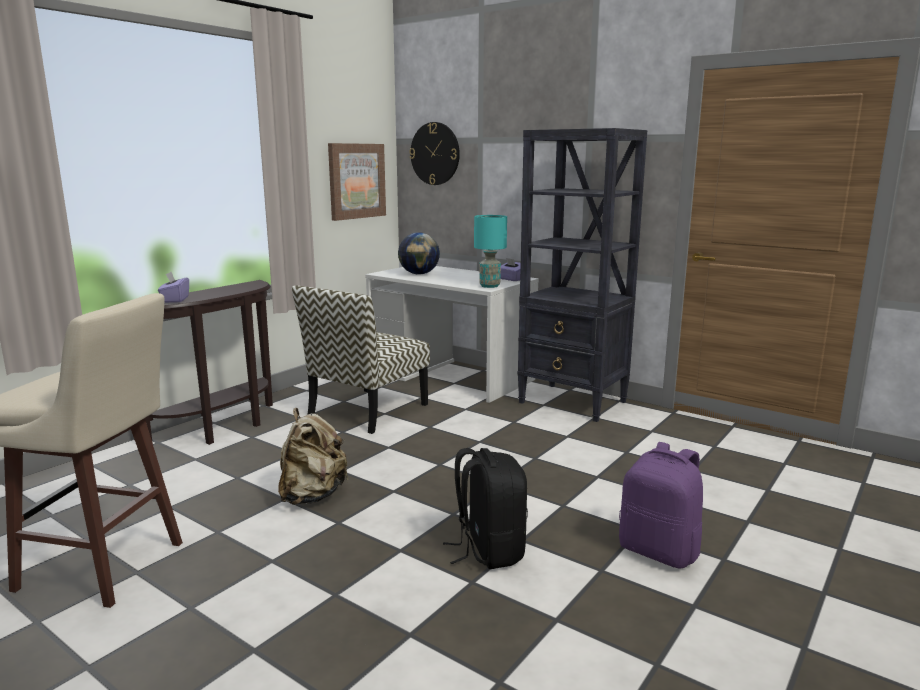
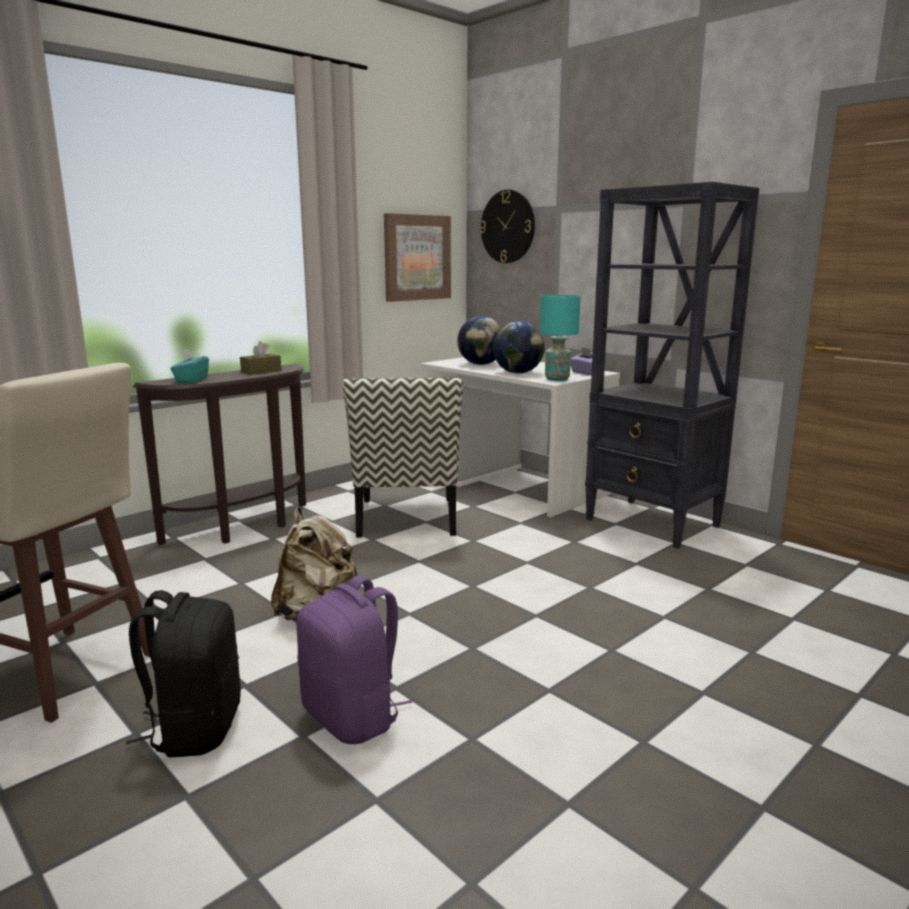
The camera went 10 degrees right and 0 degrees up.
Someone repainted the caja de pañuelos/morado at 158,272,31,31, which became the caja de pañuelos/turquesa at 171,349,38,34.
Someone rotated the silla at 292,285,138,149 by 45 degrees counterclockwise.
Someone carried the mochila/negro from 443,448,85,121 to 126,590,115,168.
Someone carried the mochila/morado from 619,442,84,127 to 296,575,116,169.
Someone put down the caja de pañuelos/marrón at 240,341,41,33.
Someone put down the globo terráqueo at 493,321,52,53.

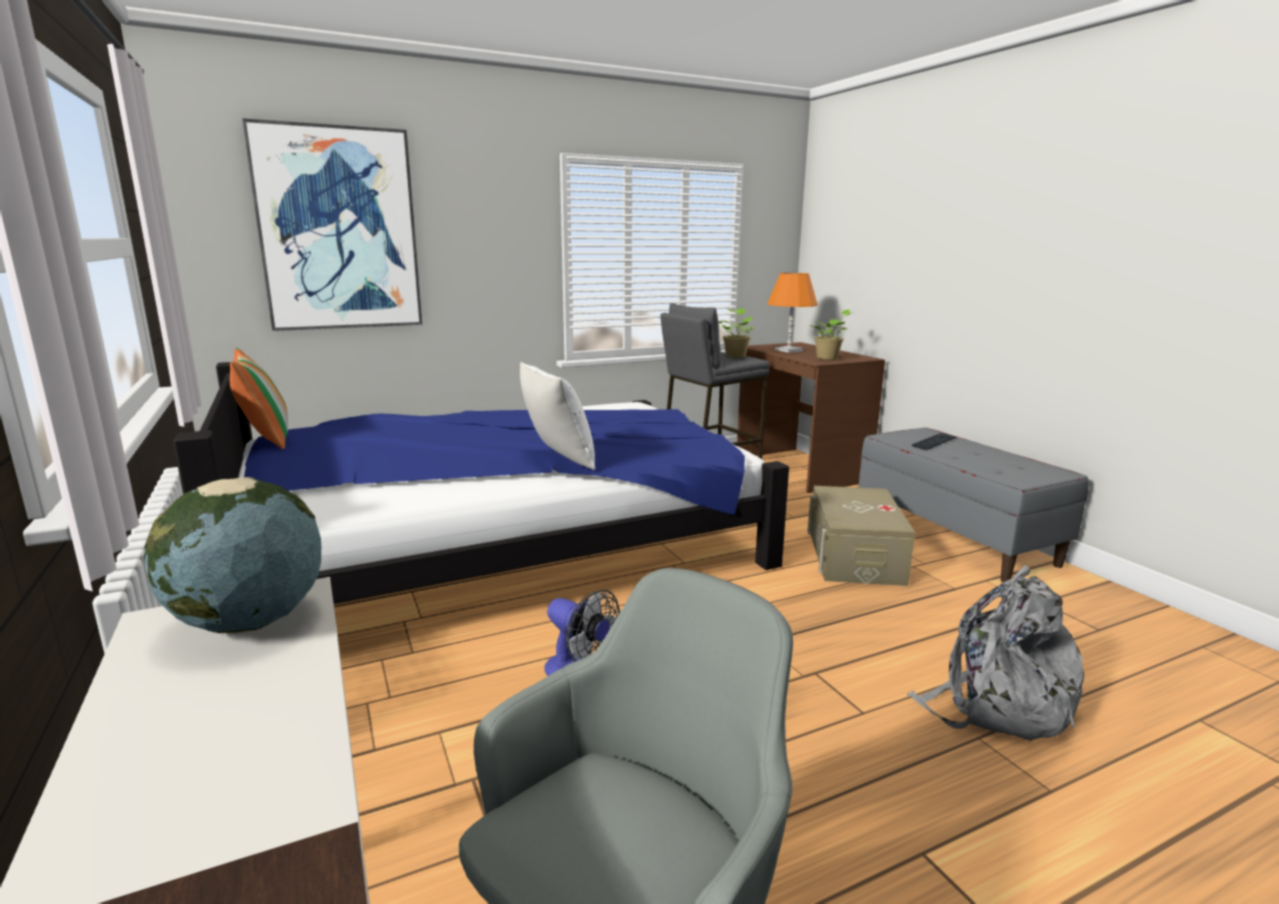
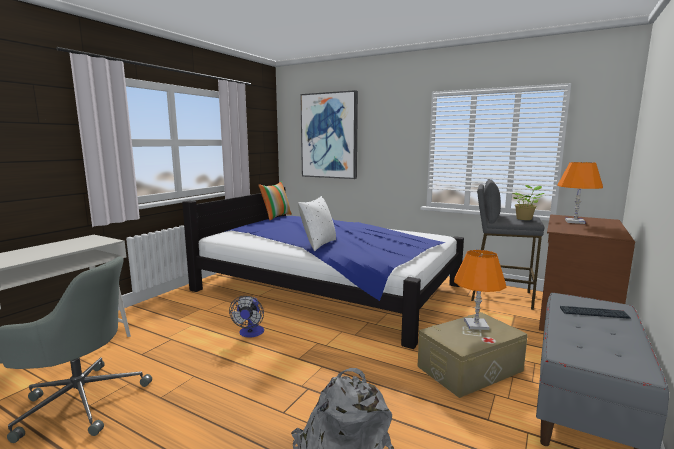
The camera went 55 degrees right and 5 degrees down.
Someone took away the globo terráqueo at 144,477,177,157.
Someone took away the planta en maceta at 809,310,43,50.
Someone put down the lámpara de mesa/naranja at 454,250,52,80.

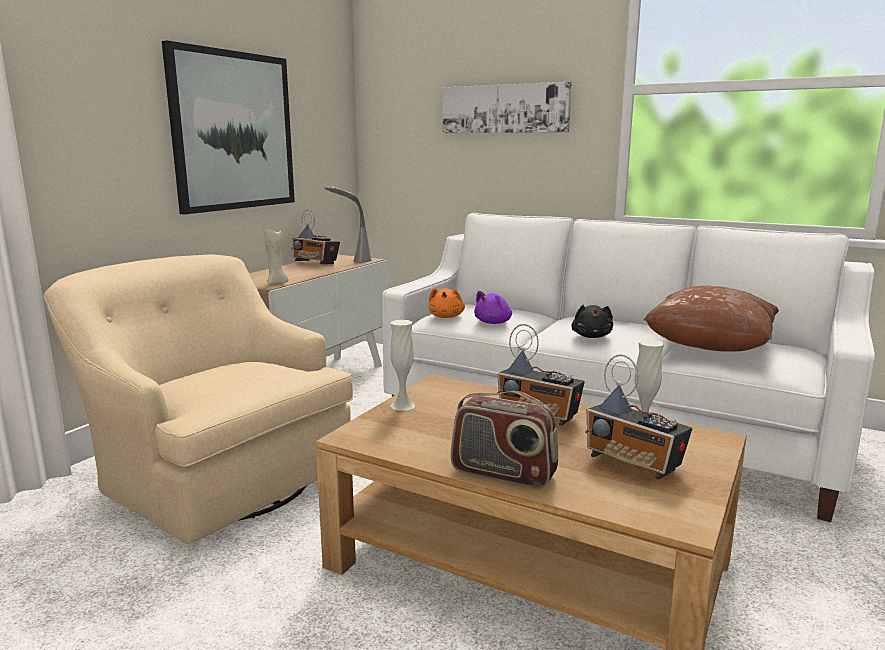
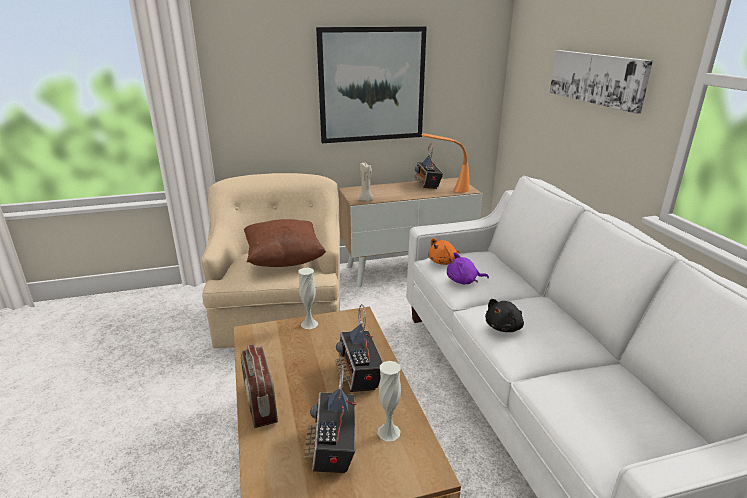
The camera went 45 degrees right and 10 degrees up.
Someone repainted the lámpara de mesa/gris at 325,186,46,77, which became the lámpara de mesa/naranja at 421,133,49,60.
Someone carried the cojín/marrón from 644,286,135,66 to 244,219,82,48.

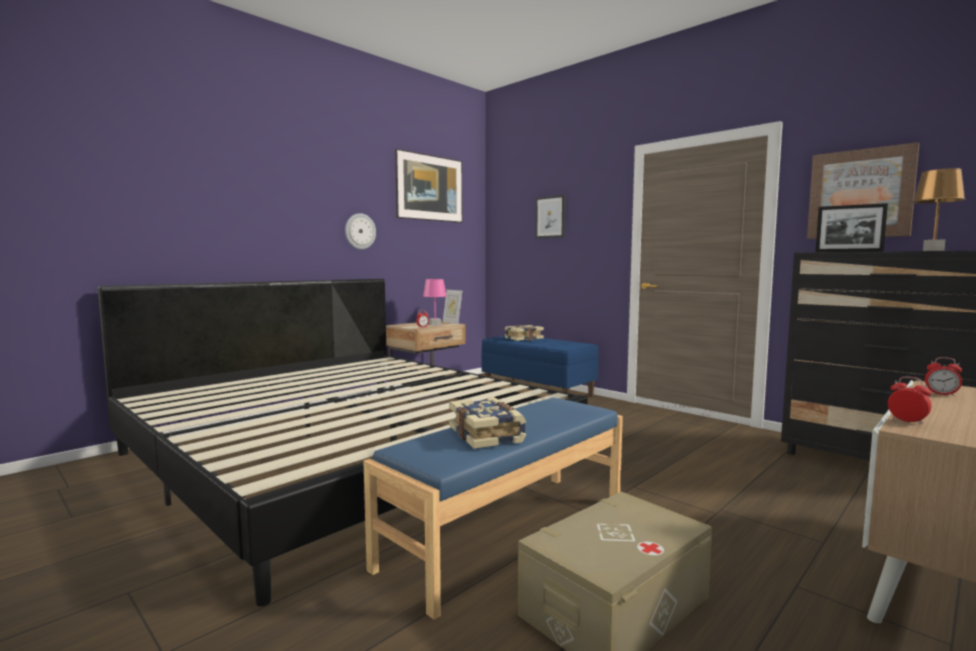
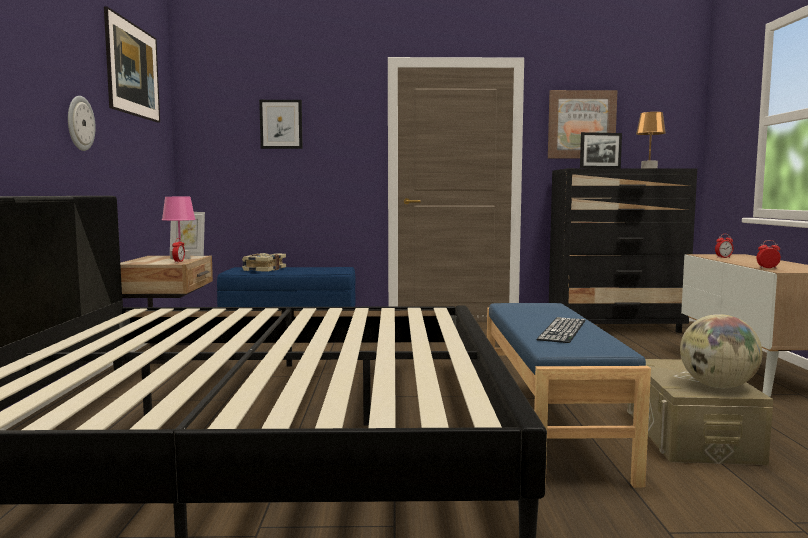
The camera went 45 degrees left and 0 degrees up.
Someone swapped the libro at 449,397,77,52 for the teclado at 537,317,49,26.
Someone put down the globo terráqueo at 680,314,82,74.

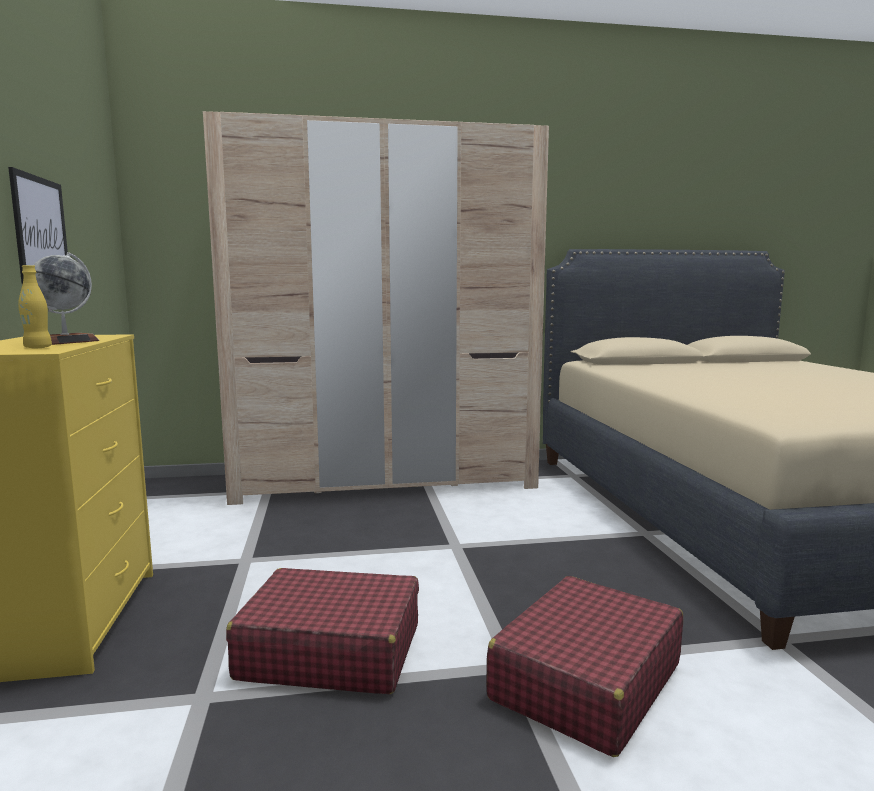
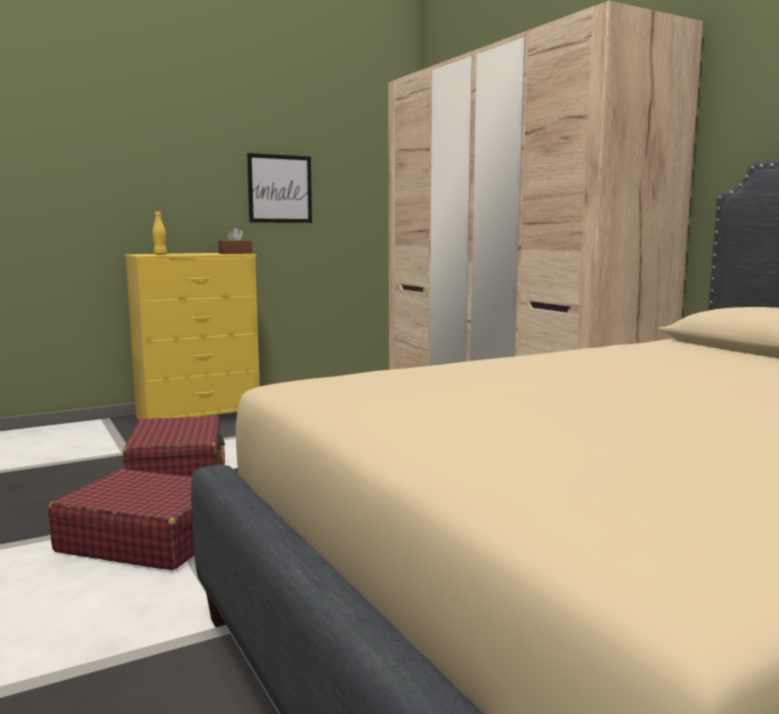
The camera went 70 degrees right and 0 degrees up.
Someone took away the globo terráqueo at 33,252,66,93.
Someone put down the caja de pañuelos/marrón at 218,228,34,26.

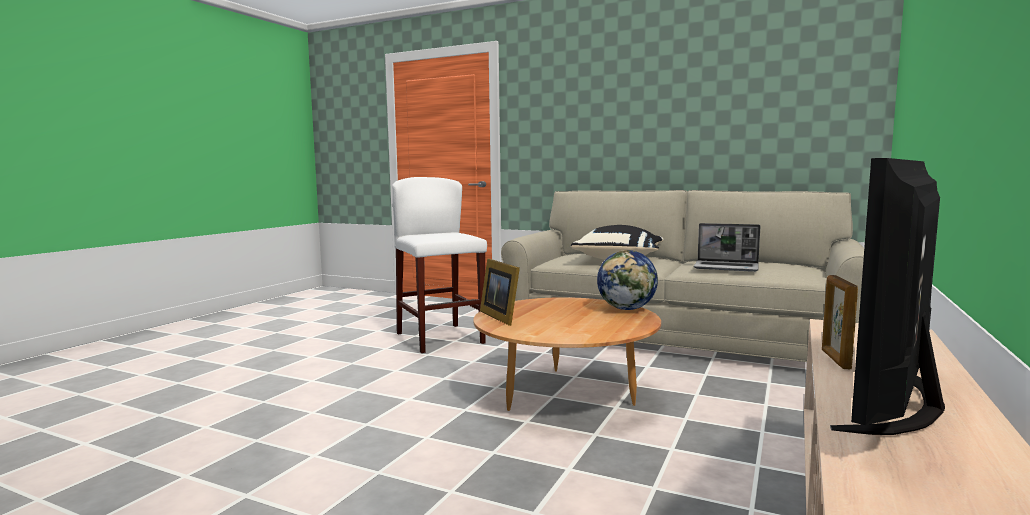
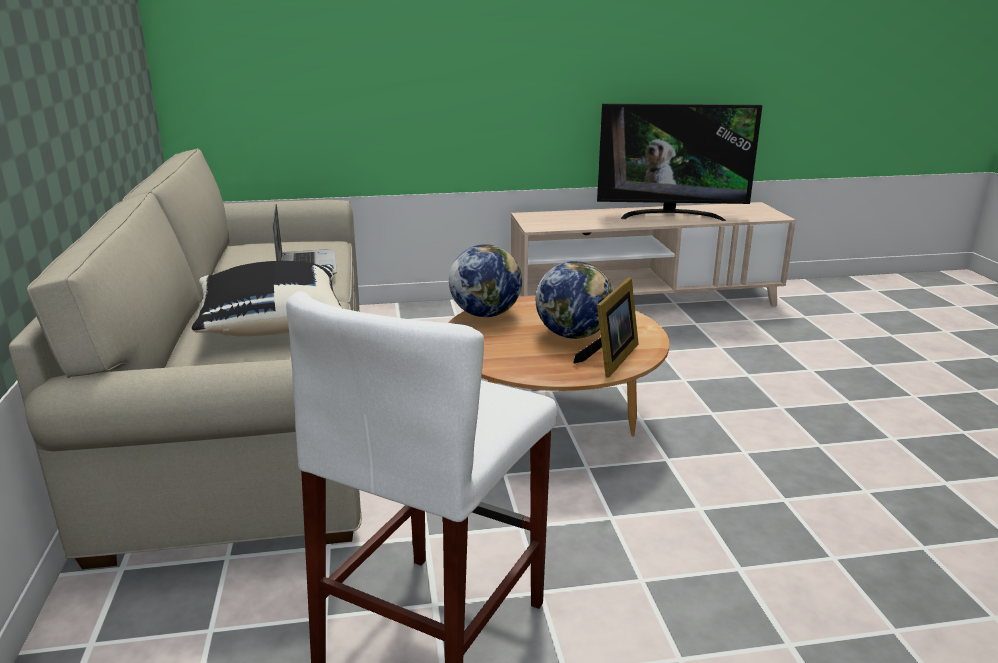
The camera went 125 degrees left and 15 degrees up.
Someone took away the portarretratos at 822,275,36,94.
Someone put down the globo terráqueo at 536,261,77,78.

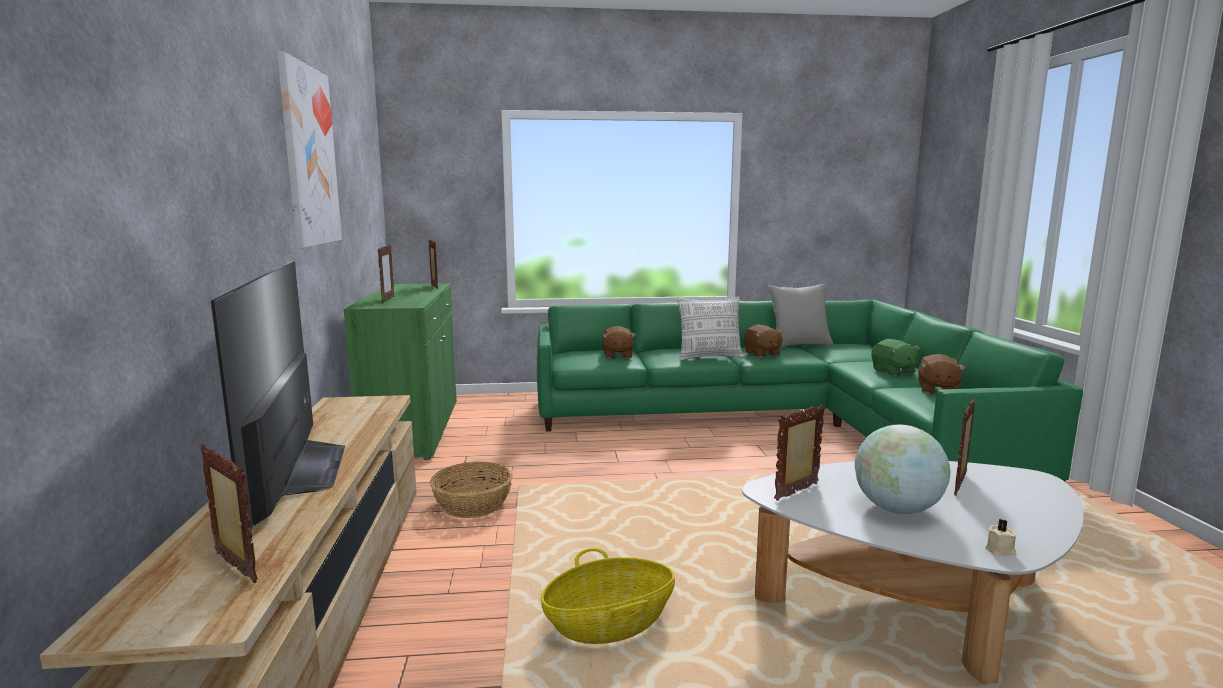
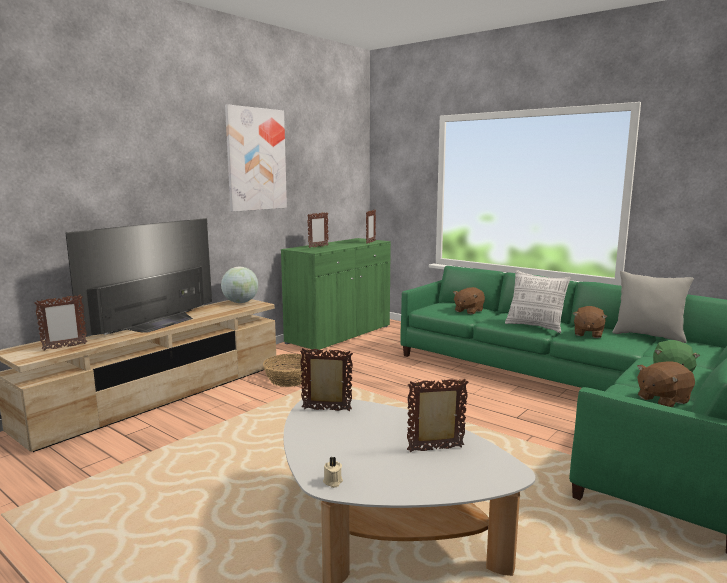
The camera went 45 degrees right and 0 degrees up.
Someone rotated the portarretratos at 200,444,58,139 by 60 degrees clockwise.
Someone took away the cesta at 541,548,134,96.
Someone carried the globo terráqueo from 855,425,95,89 to 221,267,37,36.

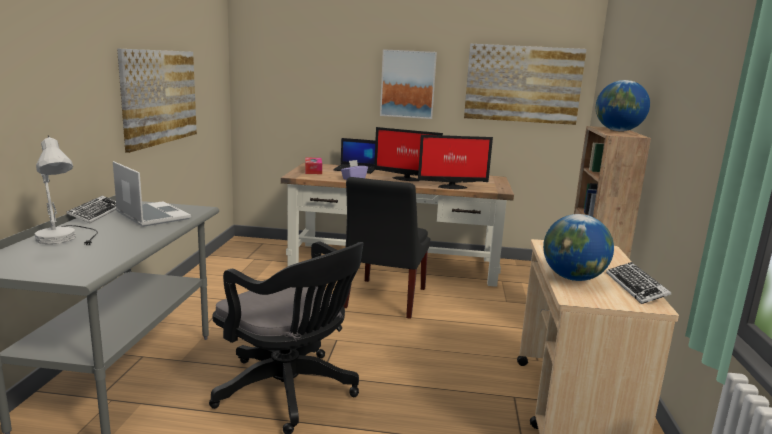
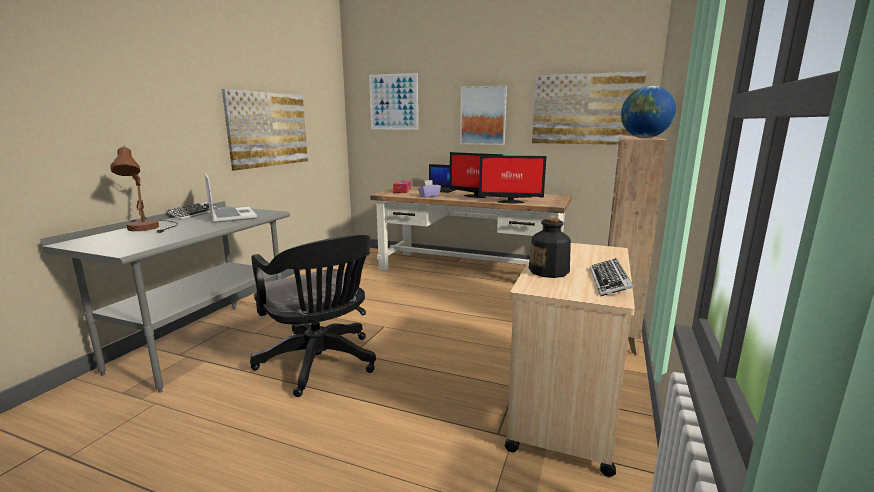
The camera went 15 degrees right and 0 degrees up.
Someone repainted the lámpara de mesa/blanco at 34,135,64,110, which became the lámpara de mesa/marrón at 110,145,68,88.
Someone took away the silla/negro at 344,177,86,142.
Someone swapped the globo terráqueo at 543,214,71,67 for the botella at 529,217,42,61.
Someone put up the cuadro at 369,73,49,57.

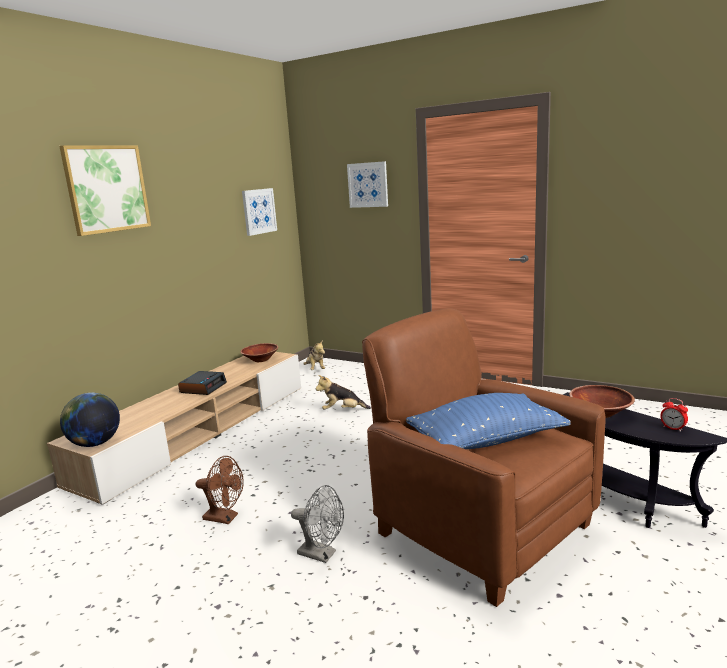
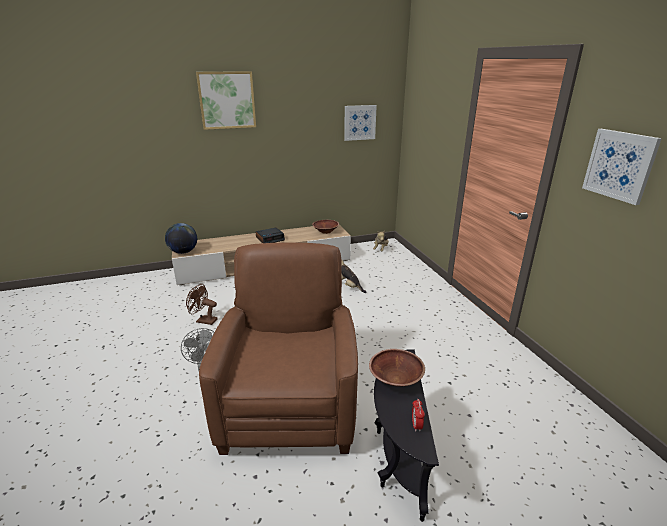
The camera went 40 degrees right and 10 degrees up.
Someone rotated the ventilador/marrón at 196,456,48,68 by 135 degrees clockwise.
Someone carried the cuadro from 347,161,41,47 to 582,129,80,76.
Someone took away the cojín/azul at 406,393,165,56.

